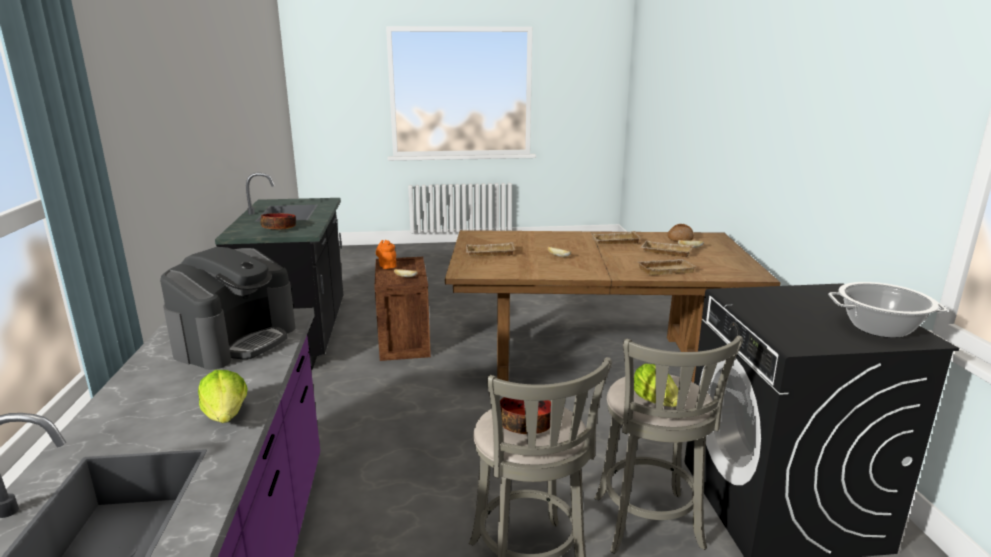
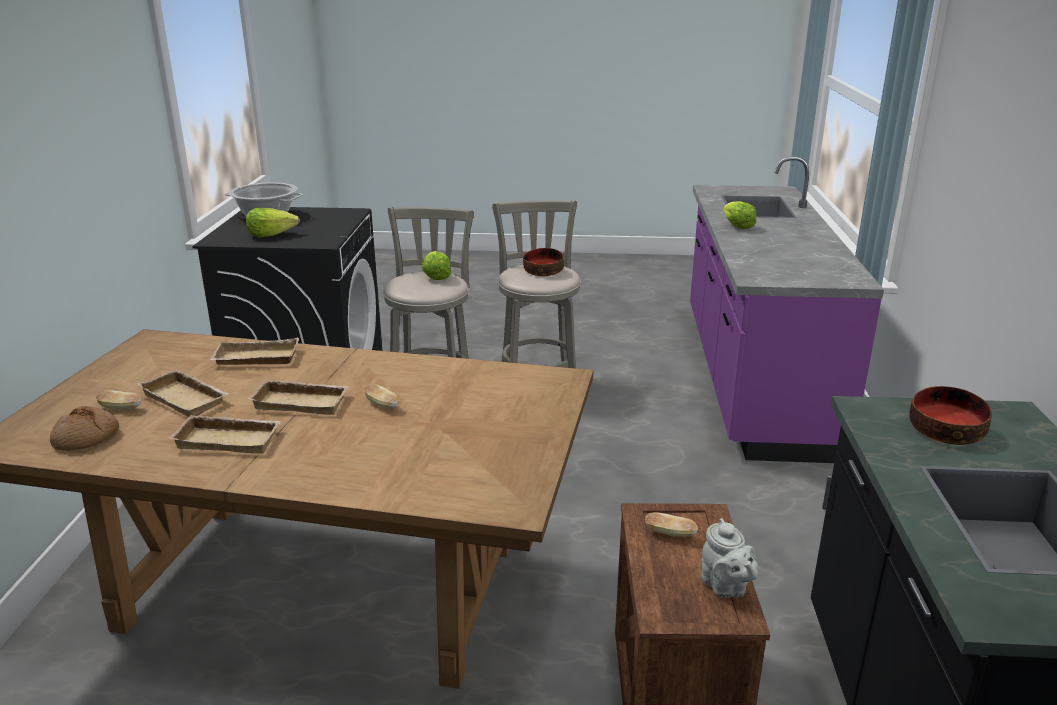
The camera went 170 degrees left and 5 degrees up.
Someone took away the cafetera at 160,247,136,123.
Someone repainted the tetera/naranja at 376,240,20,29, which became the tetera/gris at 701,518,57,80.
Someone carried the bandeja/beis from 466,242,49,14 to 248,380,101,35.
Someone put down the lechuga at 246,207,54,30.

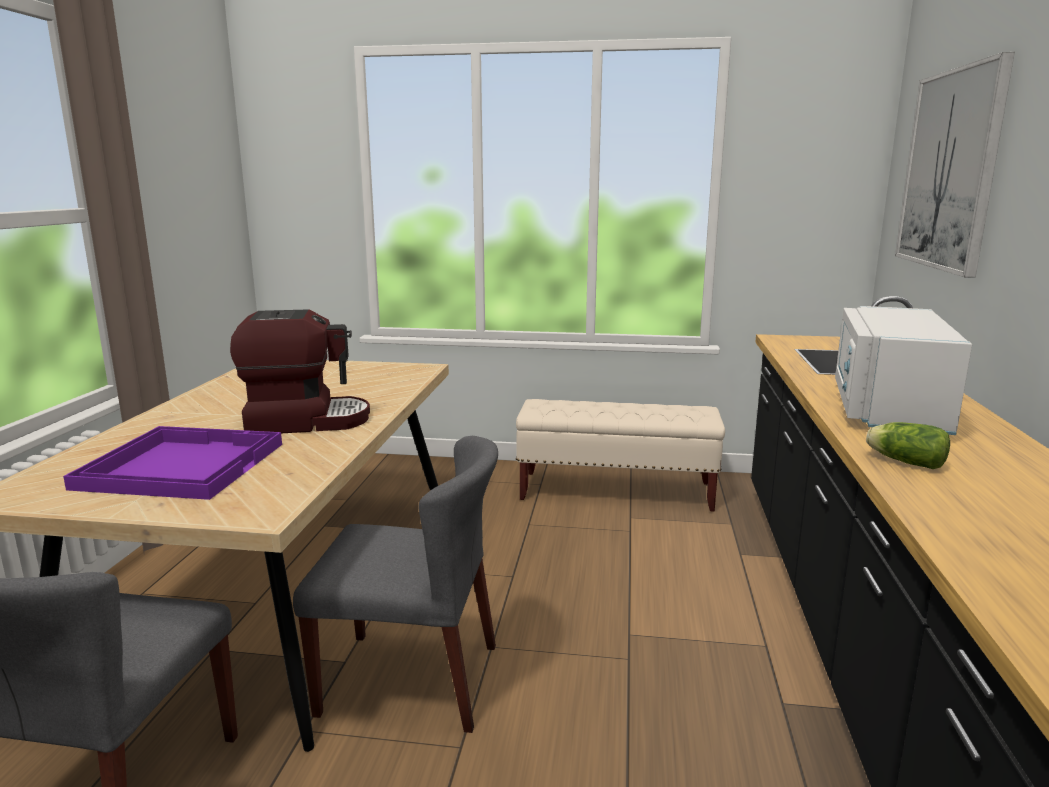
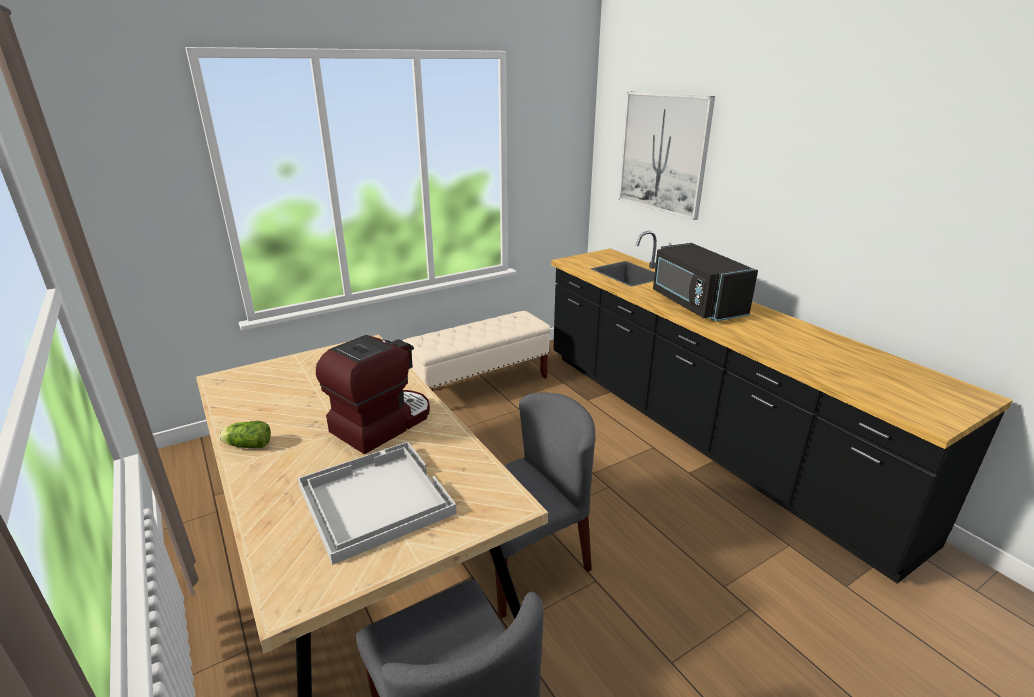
The camera went 40 degrees left and 10 degrees up.
Someone repainted the bandeja/morado at 63,426,219,74, which became the bandeja/blanco at 298,442,159,123.
Someone repainted the microondas/blanco at 835,306,137,129, which became the microondas/negro at 653,243,105,78.
Someone carried the lechuga from 866,422,84,47 to 219,421,52,27.

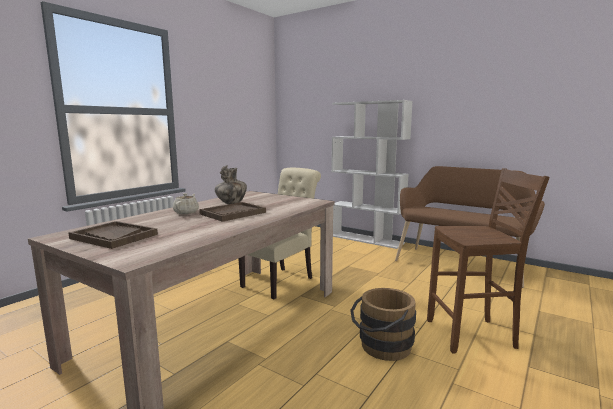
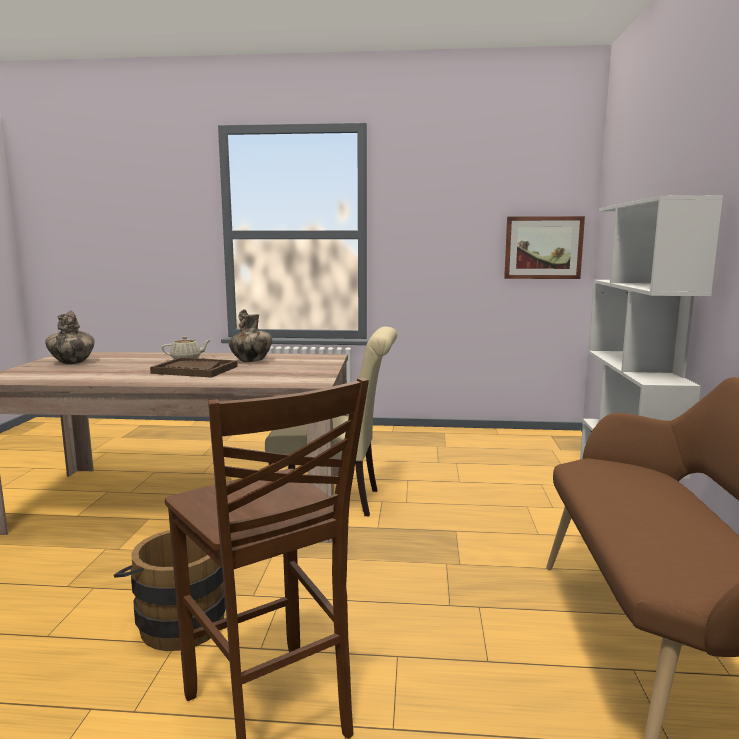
The camera went 60 degrees right and 0 degrees up.
Someone swapped the bandeja/marrón at 68,221,90,28 for the florero at 45,311,49,53.
Someone put up the cuadro at 504,216,81,63.

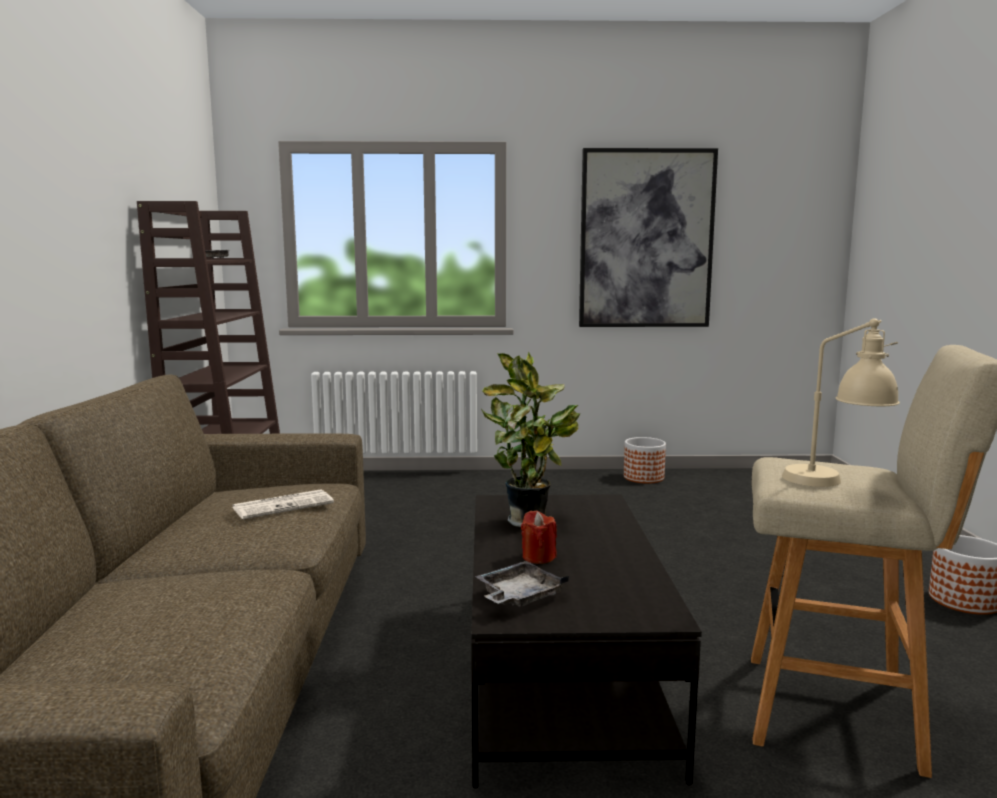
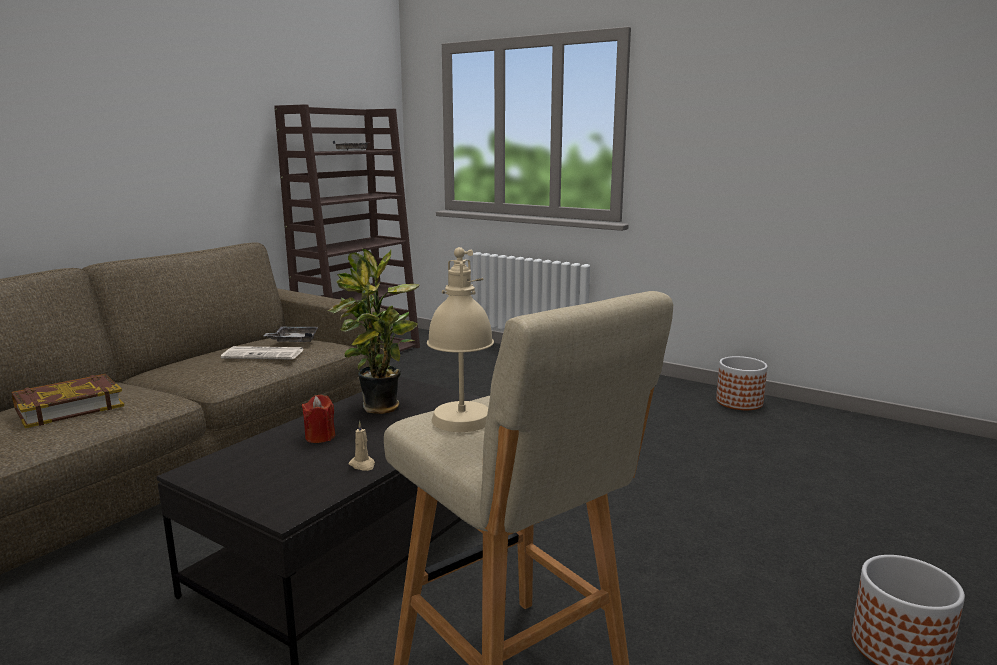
The camera went 35 degrees right and 5 degrees up.
Someone carried the bandeja/gris from 475,561,94,46 to 264,327,54,15.
Someone took away the cuadro at 579,148,139,179.
Someone put down the libro at 12,374,112,54.
Someone put down the vela/beis at 348,421,27,50.

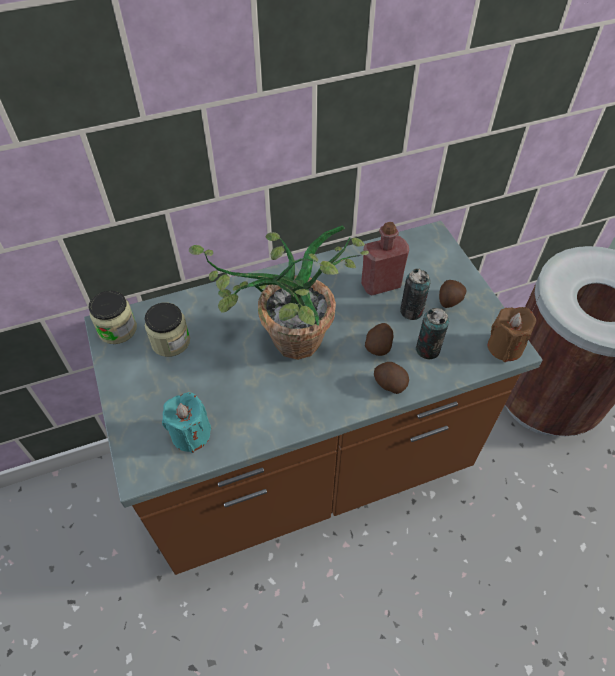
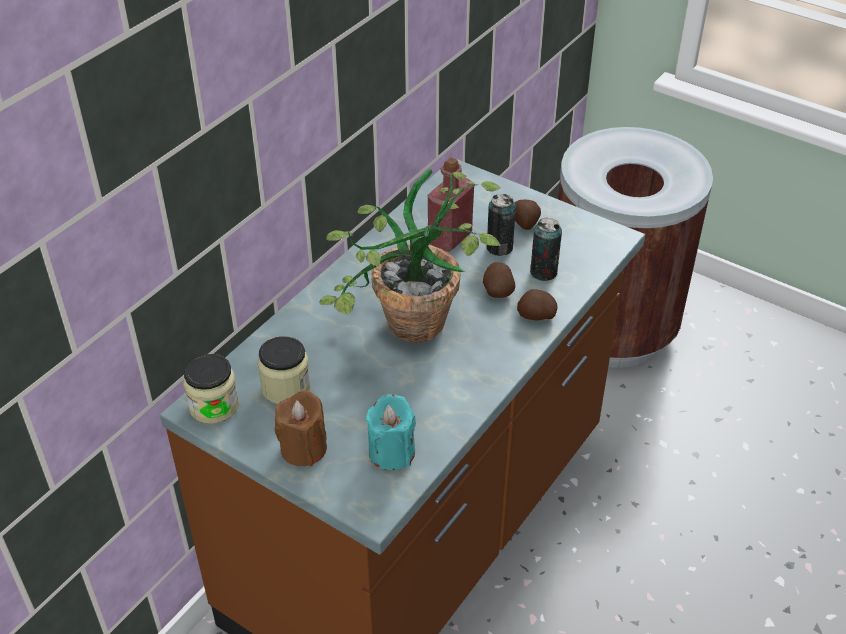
The camera went 35 degrees left and 10 degrees down.
Someone carried the vela/marrón from 487,307,49,55 to 275,391,52,76.

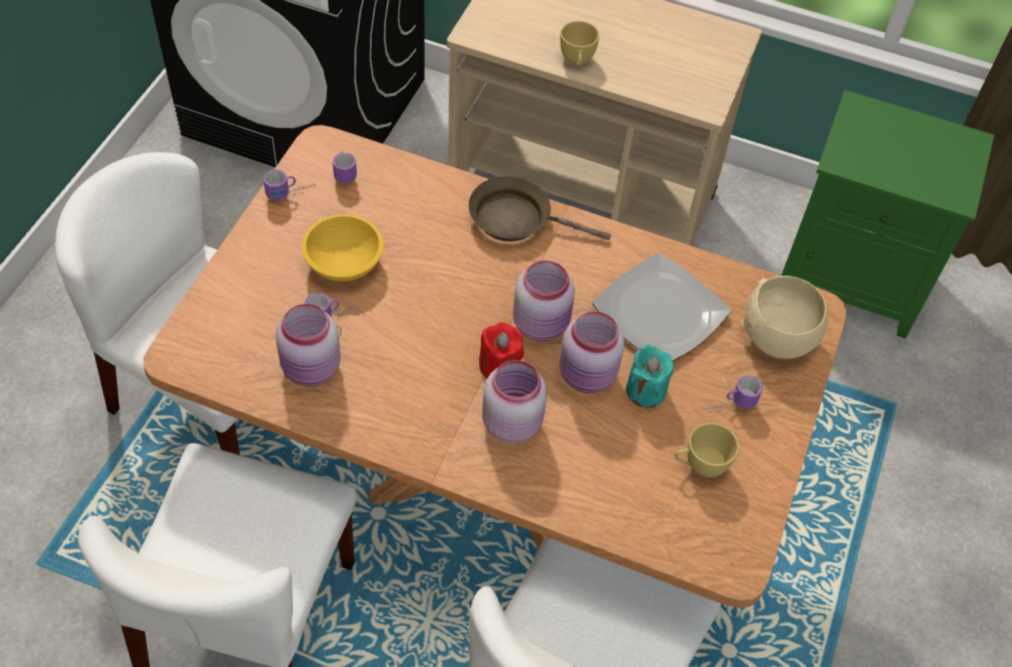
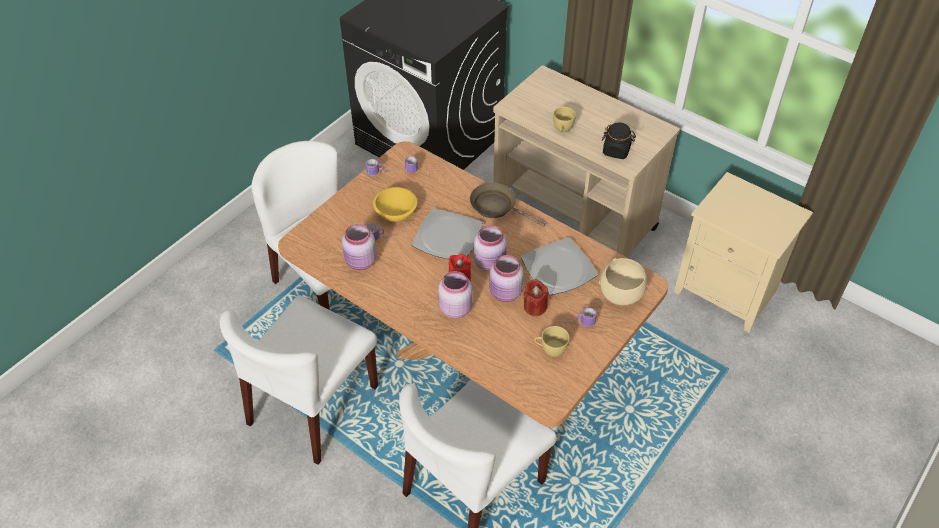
The camera went 20 degrees right and 5 degrees down.
Someone repainted the vela/turquesa at 626,345,48,63, which became the vela/rojo at 524,279,25,37.
Someone repainted the mesita de noche/verde at 781,90,213,249, which became the mesita de noche/beis at 674,172,139,161.
Someone put down the plato at 412,208,71,51.
Someone put down the tarro/negro at 602,122,34,37.

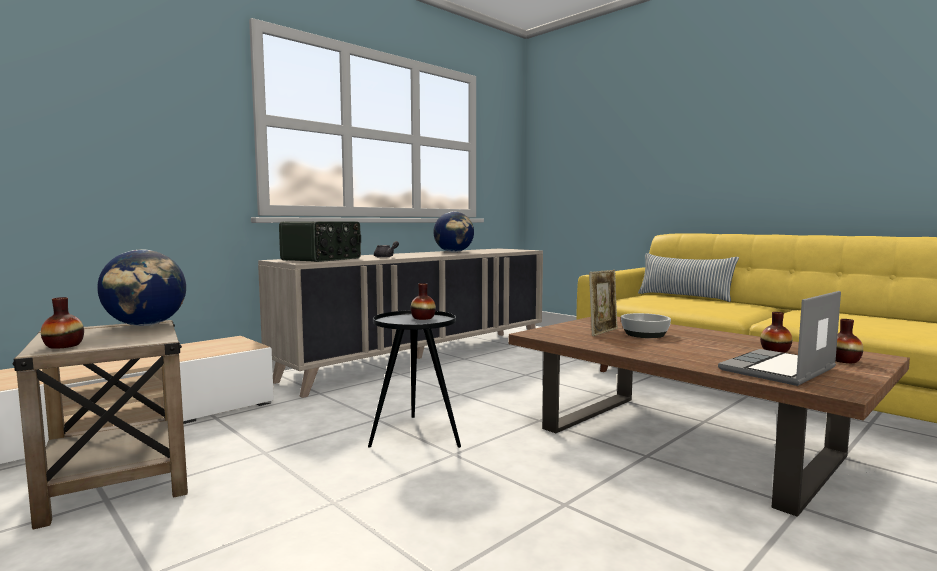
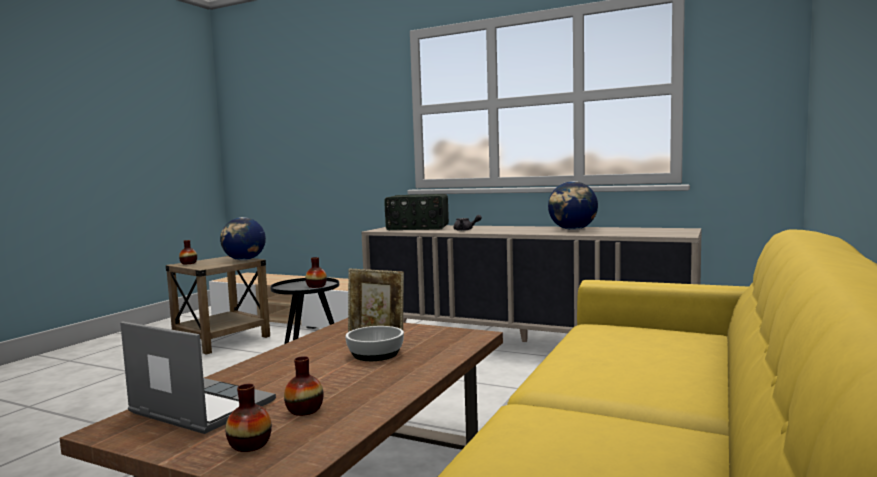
The camera went 70 degrees right and 0 degrees up.
Someone took away the cojín at 638,253,101,49.

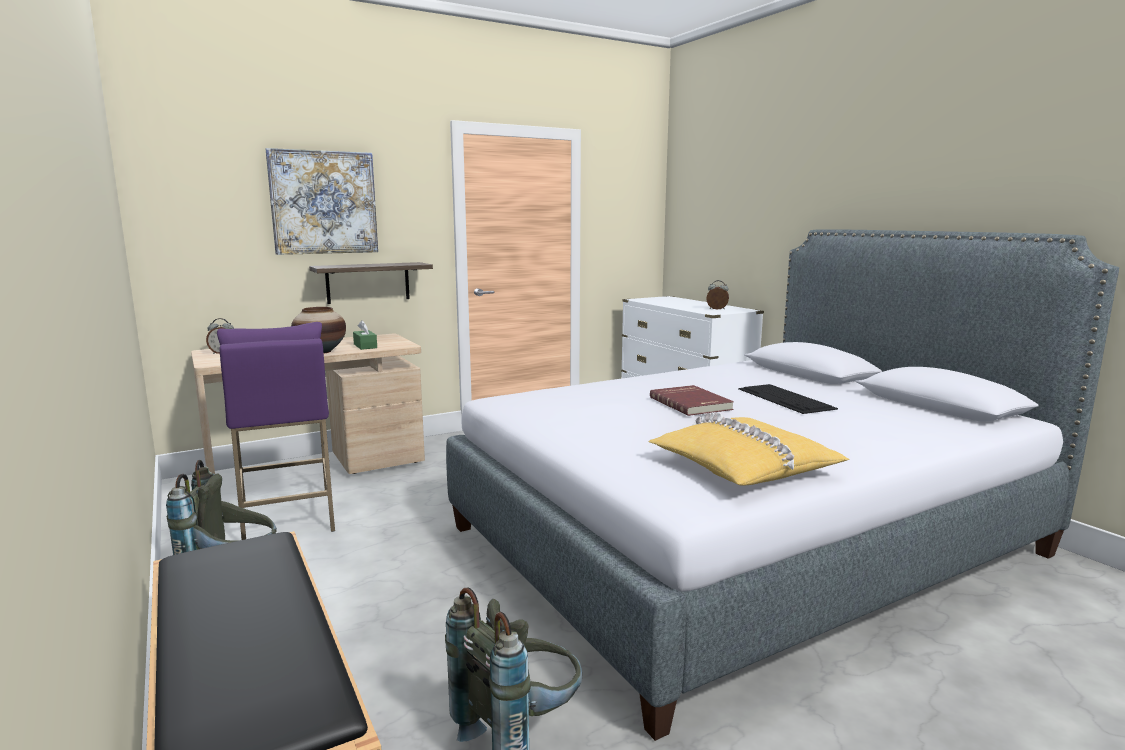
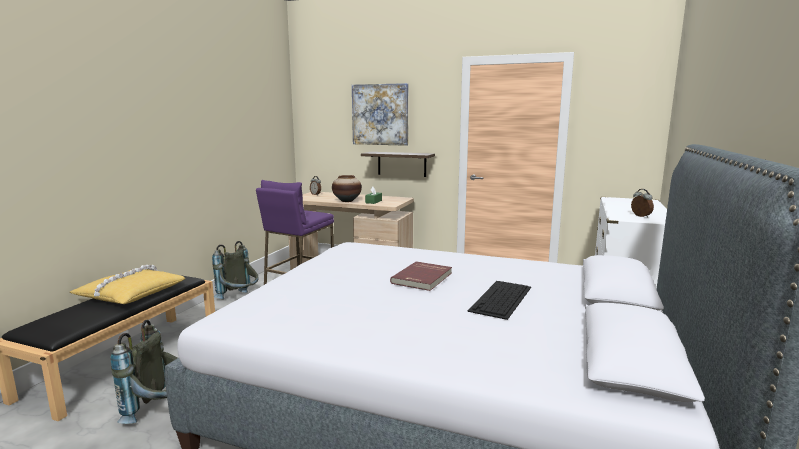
The camera went 50 degrees right and 0 degrees up.
Someone carried the cojín/amarillo from 649,412,201,74 to 70,265,115,39.

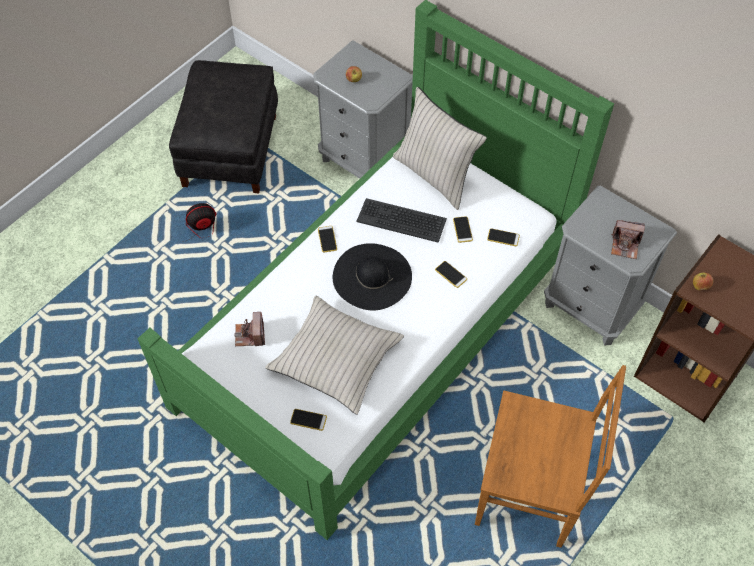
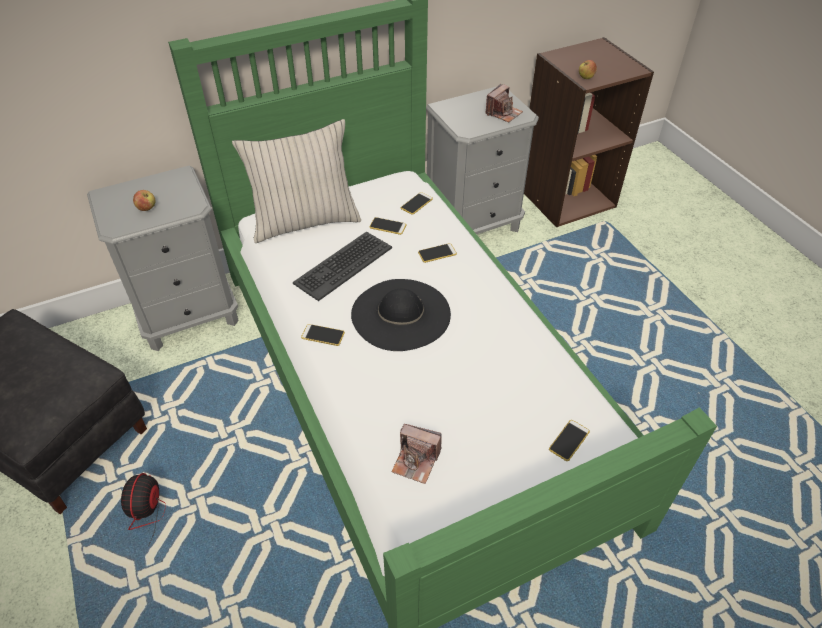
The camera went 65 degrees left and 10 degrees down.
Someone took away the cojín/beis at 265,295,139,120.
Someone took away the silla/marrón at 475,365,151,183.

